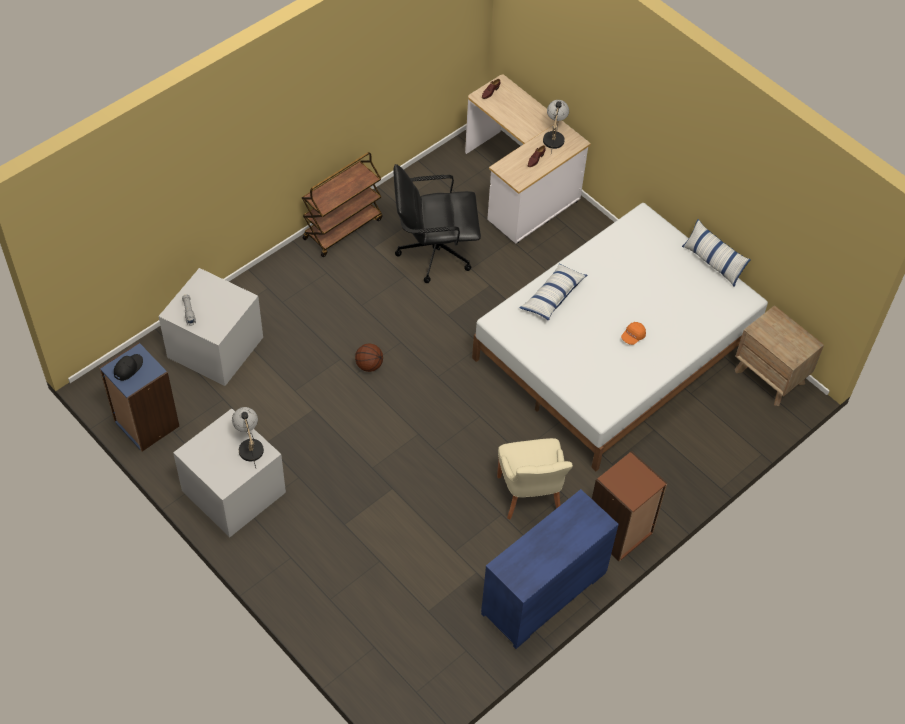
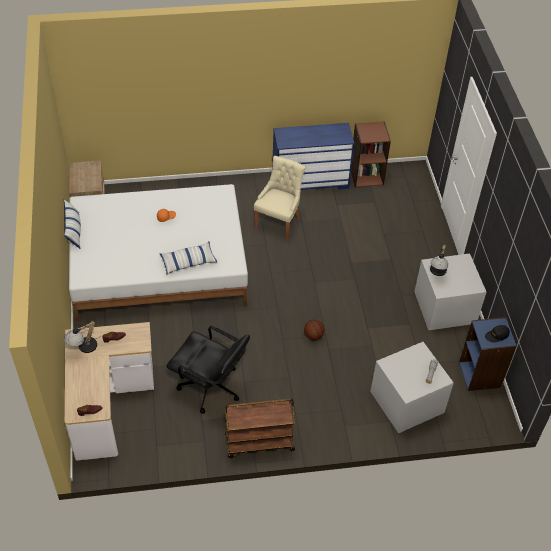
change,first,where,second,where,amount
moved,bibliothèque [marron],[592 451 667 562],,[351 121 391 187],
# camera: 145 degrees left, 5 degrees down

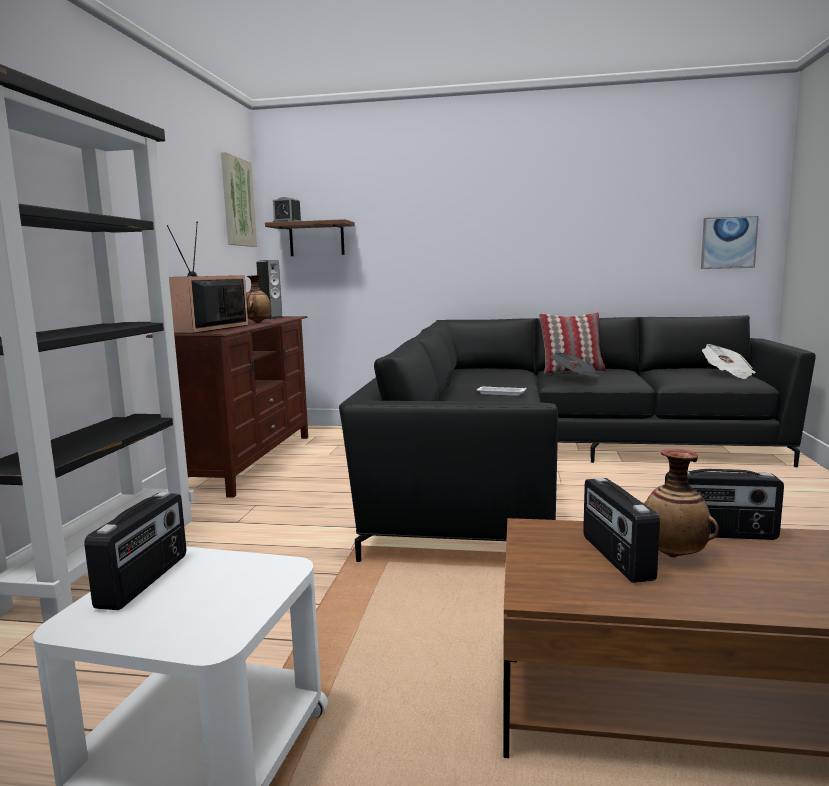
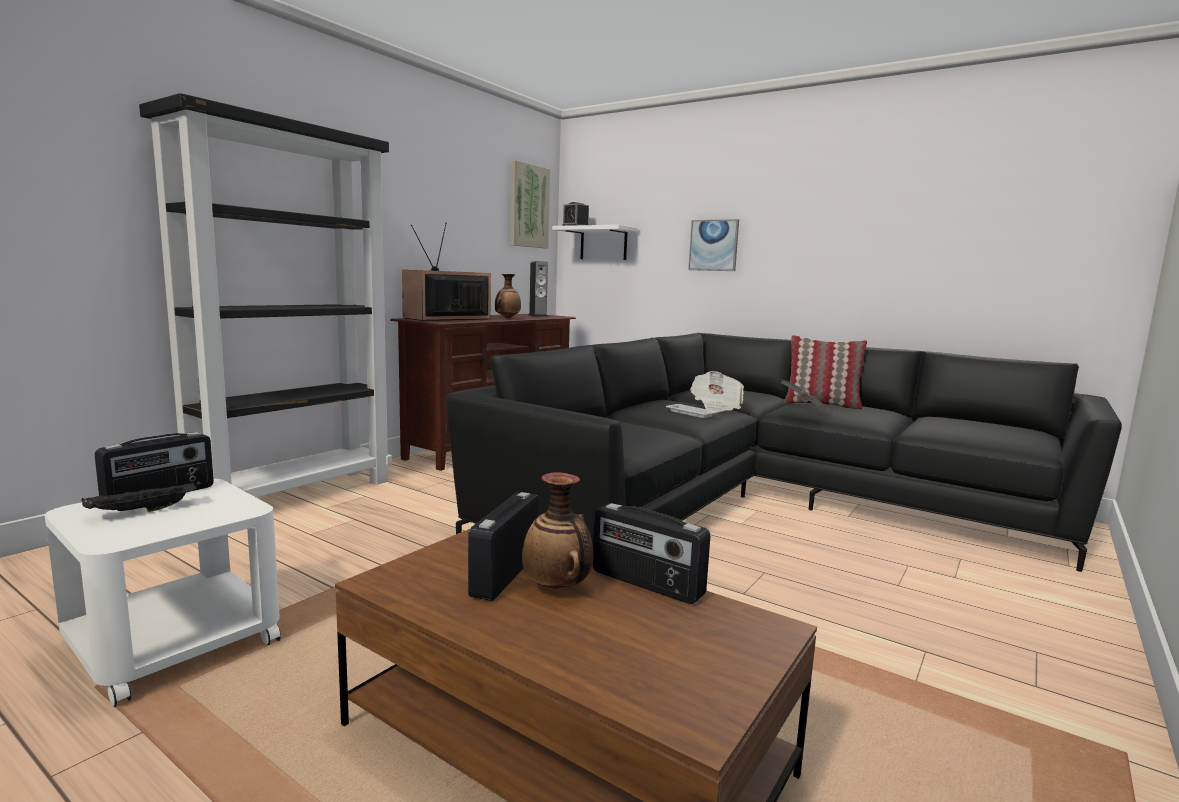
change,first,where,second,where,amount
added,,,plateau [noir],[81 481 197 512],
moved,tableau,[701 216 759 269],,[688 219 739 271],
moved,journal,[702 344 756 379],,[690 371 744 412],
recoloured,étagère [marron],[265 219 355 256],étagère [blanc],[552 225 638 260],
# camera: 25 degrees right, 0 degrees up

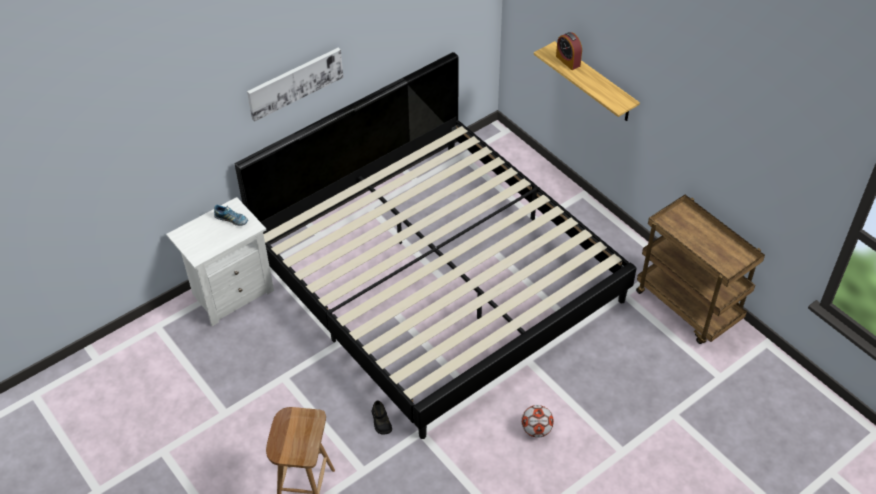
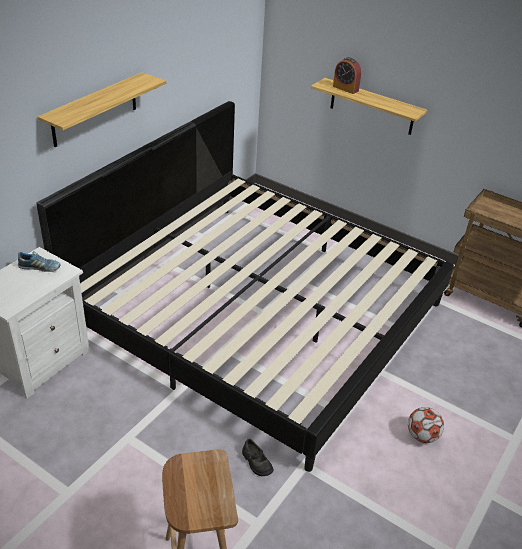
change,first,where,second,where,amount
replaced,tableau,[247 48 344 122],étagère,[37 72 166 147],
# camera: 20 degrees left, 10 degrees down

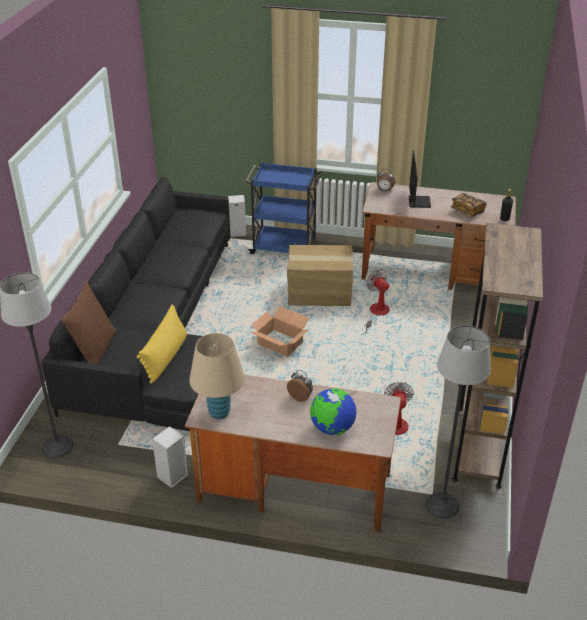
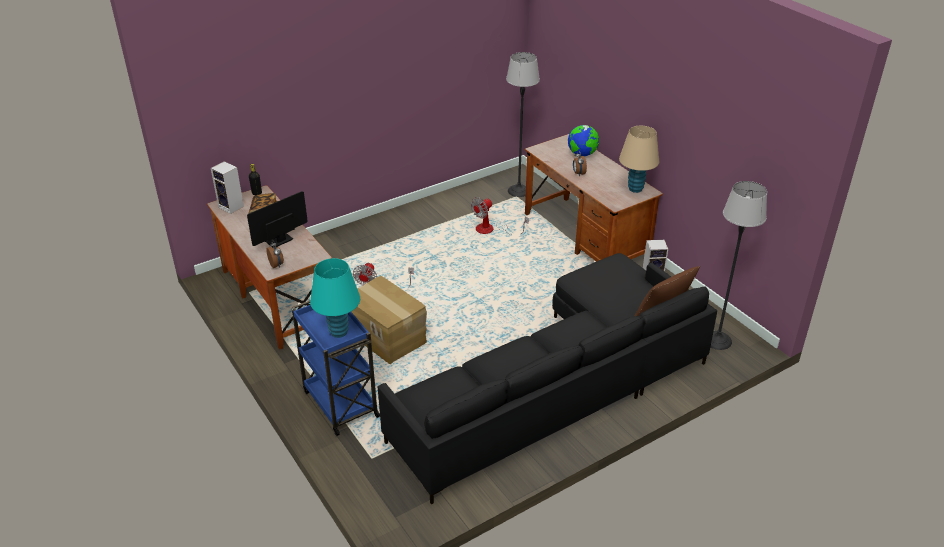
change,first,where,second,where,amount
removed,coussin [jaune],[137 305 187 384],,,
removed,carton,[250 306 309 357],,,
removed,bibliothèque [marron],[452 223 543 489],,,
added,,,lampe de table [turquoise],[310 258 360 338],
moved,enceinte,[228 195 246 237],,[211 161 244 214],
# camera: 135 degrees left, 0 degrees up

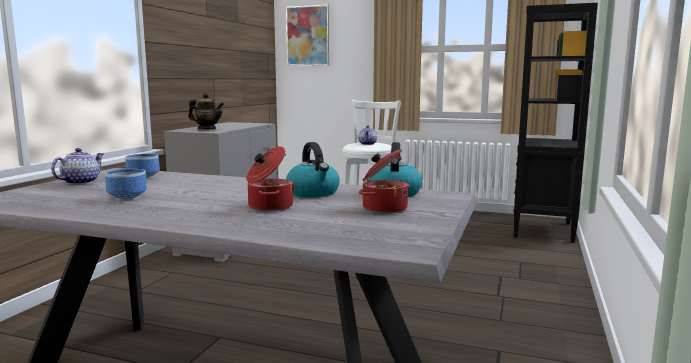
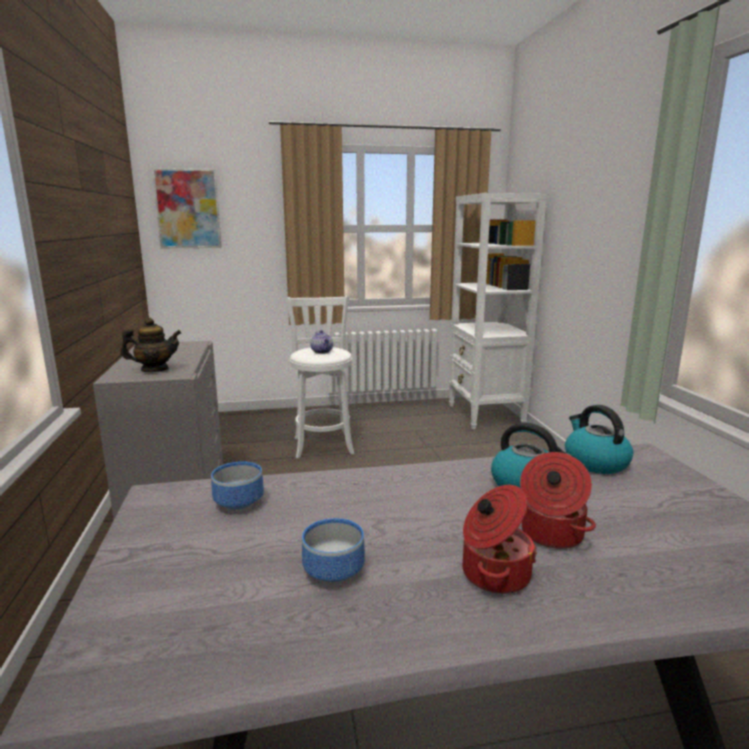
change,first,where,second,where,amount
removed,théière,[51 148 104 185],,,
moved,marmite,[359 149 410 214],,[463 485 537 594],
recoloured,bibliothèque [noir],[513 3 598 243],bibliothèque [blanc],[448 193 547 429],
# camera: 30 degrees left, 5 degrees up

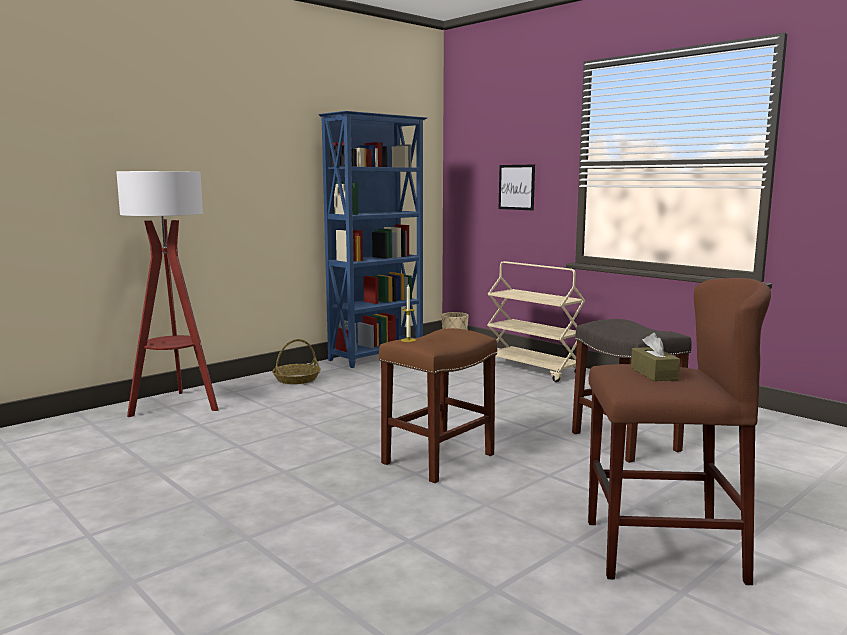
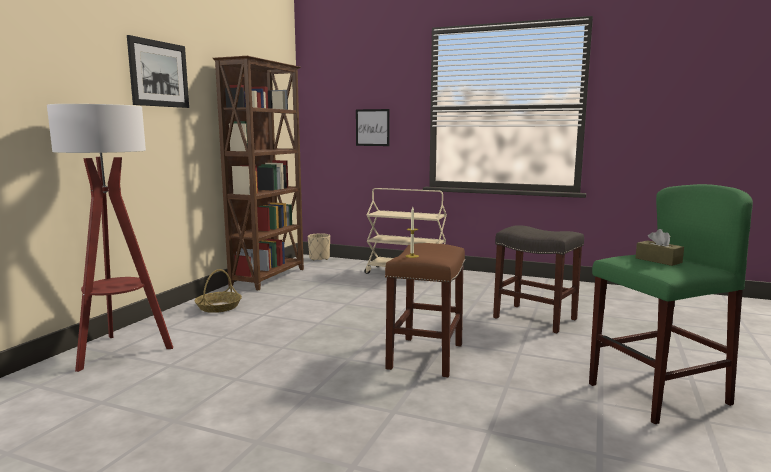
change,first,where,second,where,amount
added,,,tableau,[127 35 189 108],
recoloured,bibliothèque [bleu],[318 111 427 368],bibliothèque [marron],[213 56 304 291],
recoloured,tabouret [marron],[588 278 771 585],tabouret [vert],[589 184 753 424],
# camera: 25 degrees left, 0 degrees up

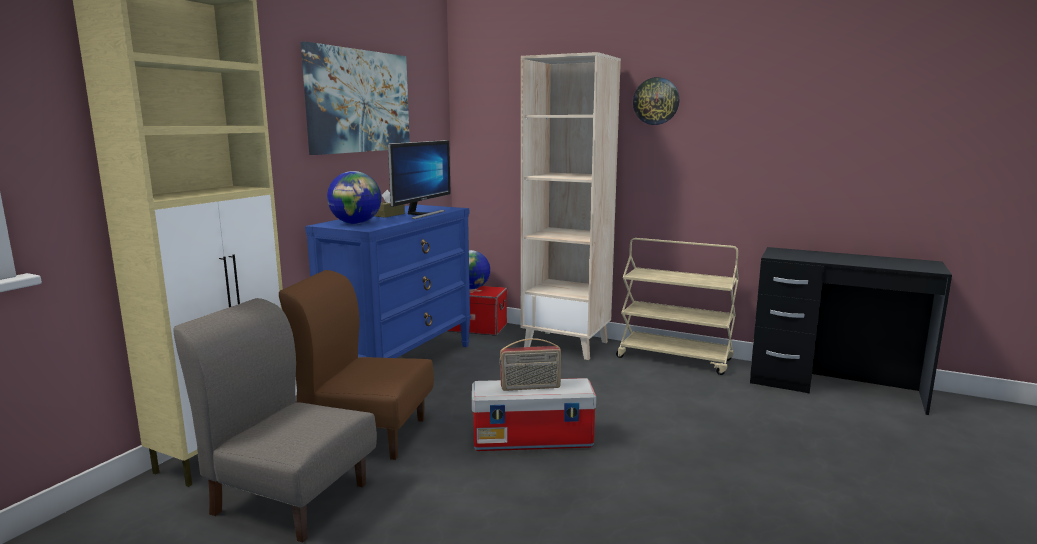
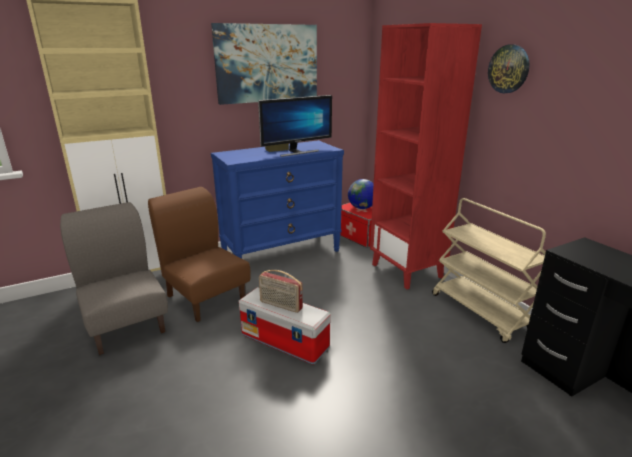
change,first,where,second,where,amount
removed,globe,[327 171 381 224],,,
recoloured,bibliothèque [beige],[521 52 621 360],bibliothèque [rouge],[370 23 482 289],
# camera: 35 degrees right, 10 degrees up

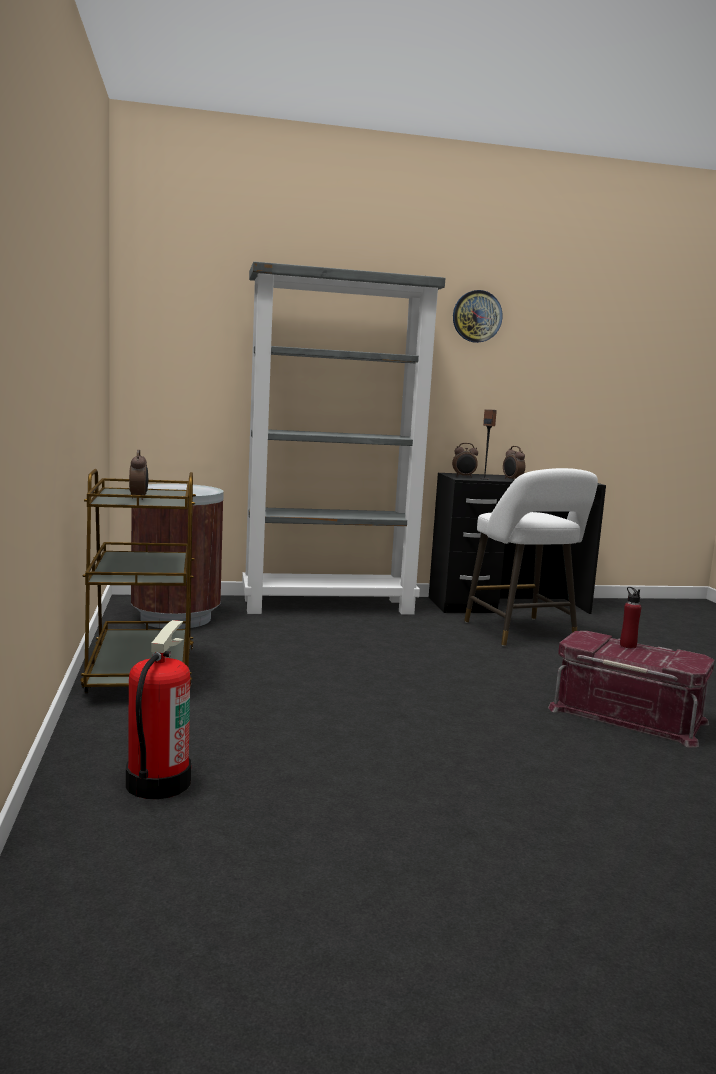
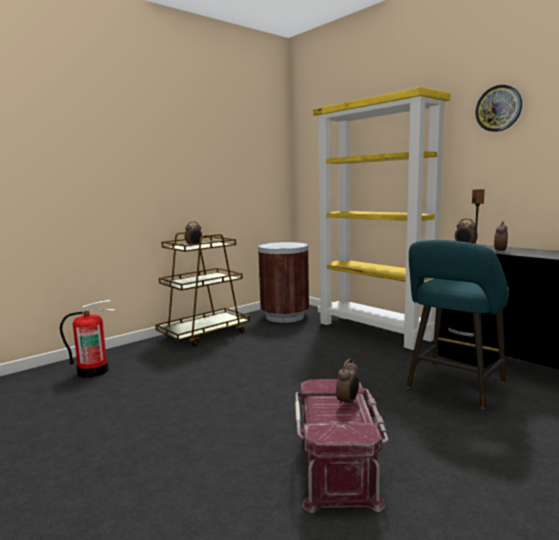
change,first,where,second,where,amount
replaced,bouteille [rouge],[620 587 642 648],réveil,[336 359 359 407],
recoloured,bibliothèque [gris],[242 261 445 615],bibliothèque [jaune],[313 87 450 350],
recoloured,tabouret [blanc],[464 468 598 646],tabouret [turquoise],[407 240 509 409],
# camera: 60 degrees right, 0 degrees up

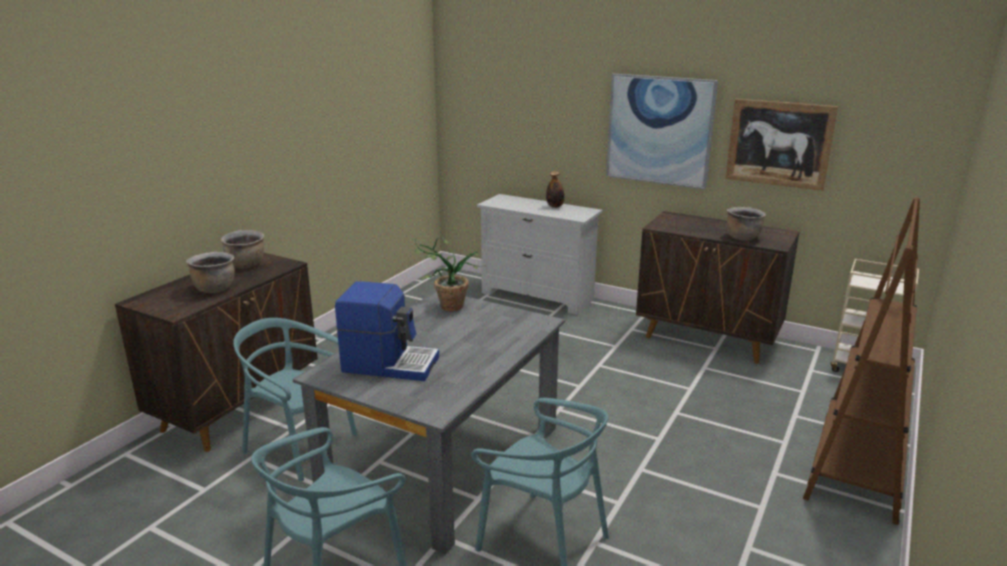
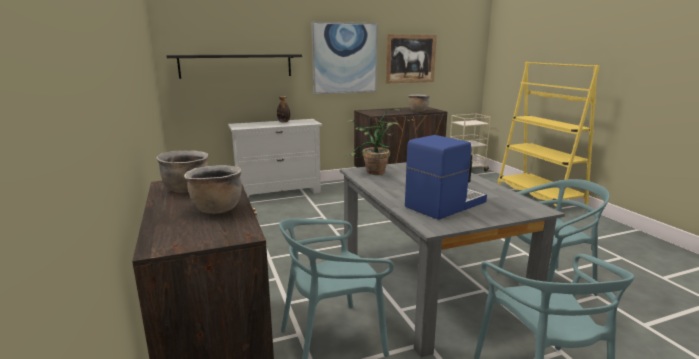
change,first,where,second,where,amount
added,,,étagère [noir],[167 54 302 79],
recoloured,bibliothèque [marron],[803 198 920 525],bibliothèque [jaune],[498 62 600 210],
# camera: 50 degrees left, 5 degrees down

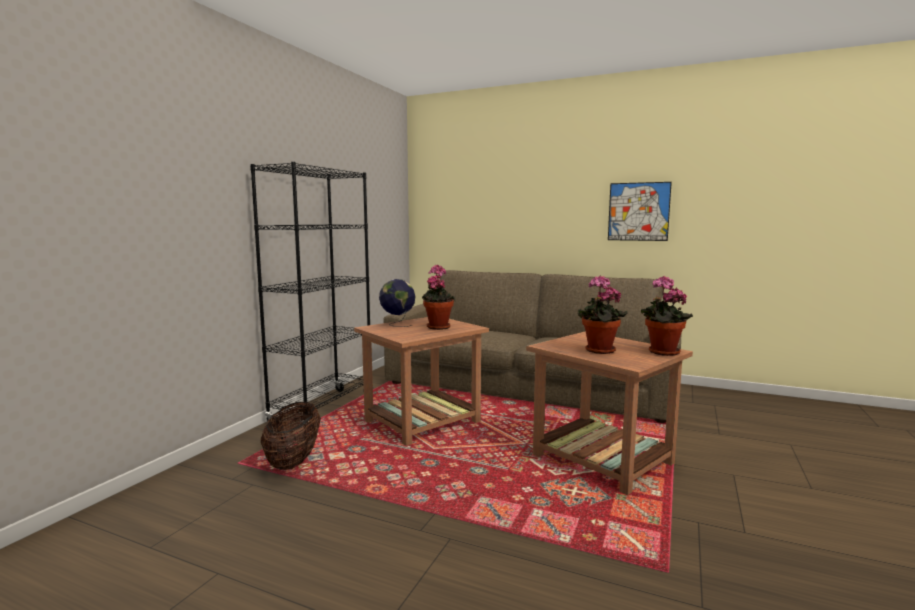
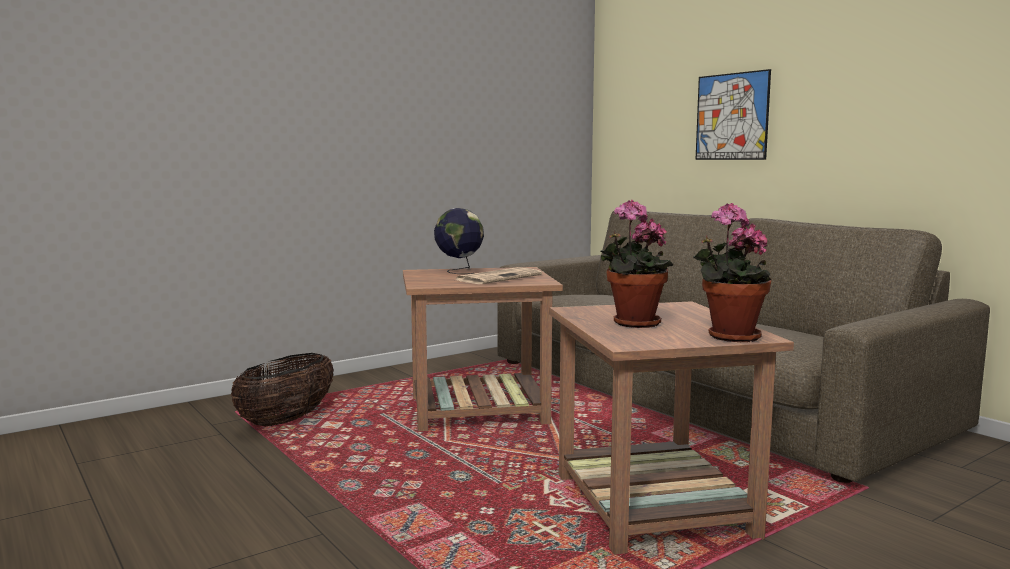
change,first,where,second,where,amount
removed,bibliothèque [noir],[250 162 370 427],,,
moved,tableau,[608 182 672 241],,[695 69 771 160],
replaced,plante en pot,[422 265 455 330],journal,[456 267 542 284],
# camera: 30 degrees right, 0 degrees up

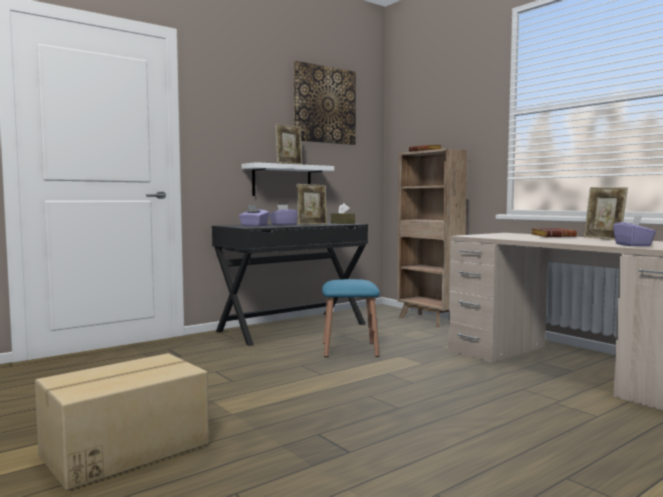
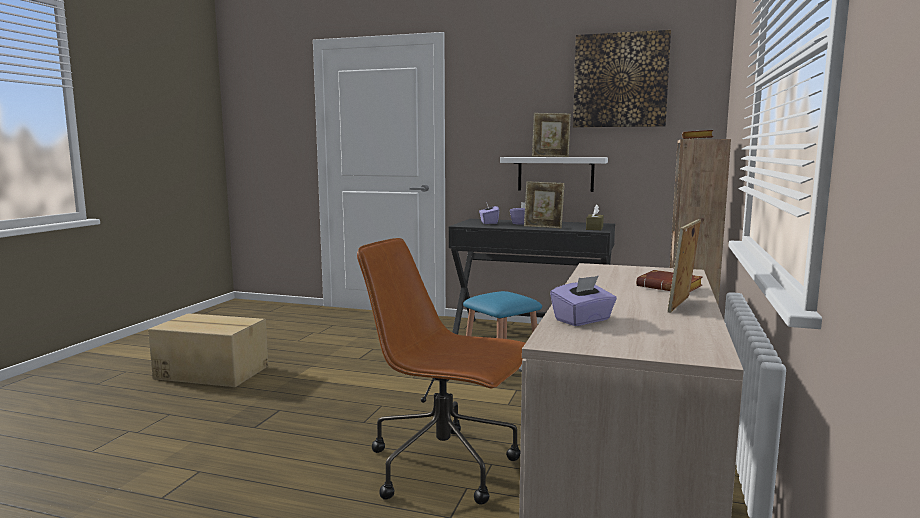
change,first,where,second,where,amount
added,,,chaise de bureau [marron],[357 238 525 505],
# camera: 55 degrees right, 5 degrees up

